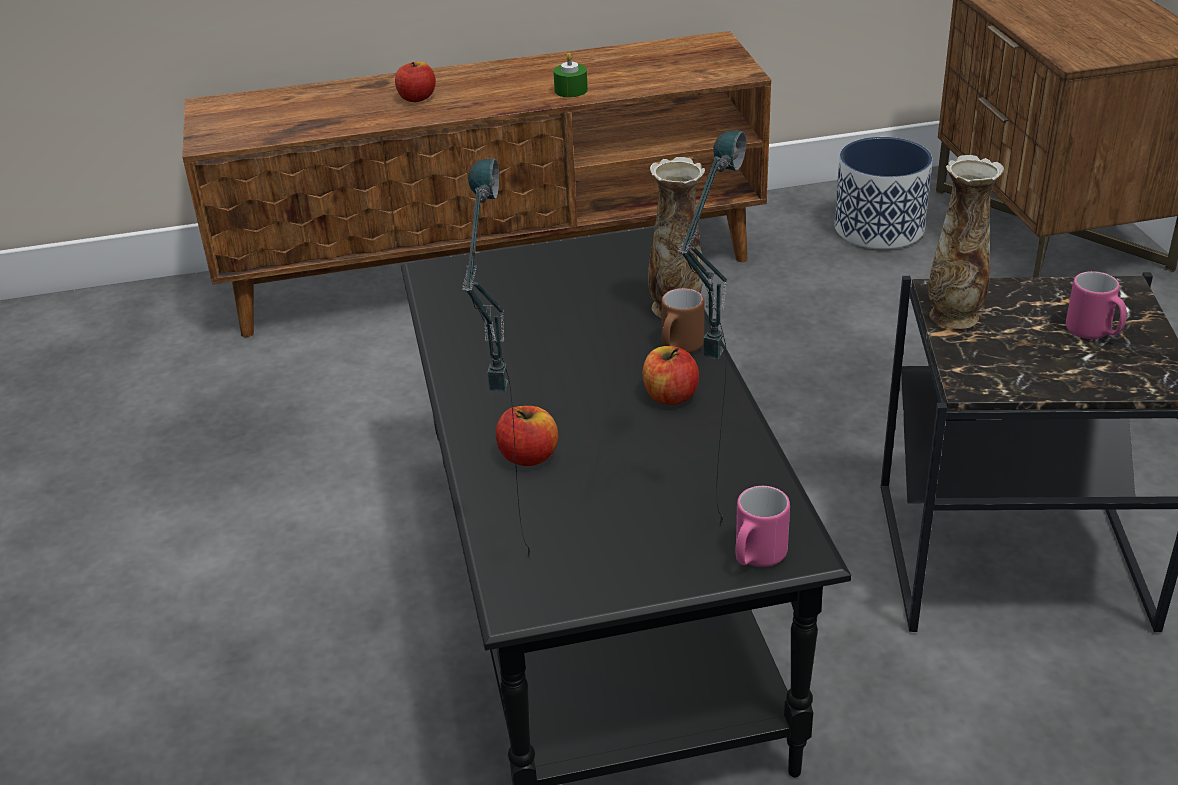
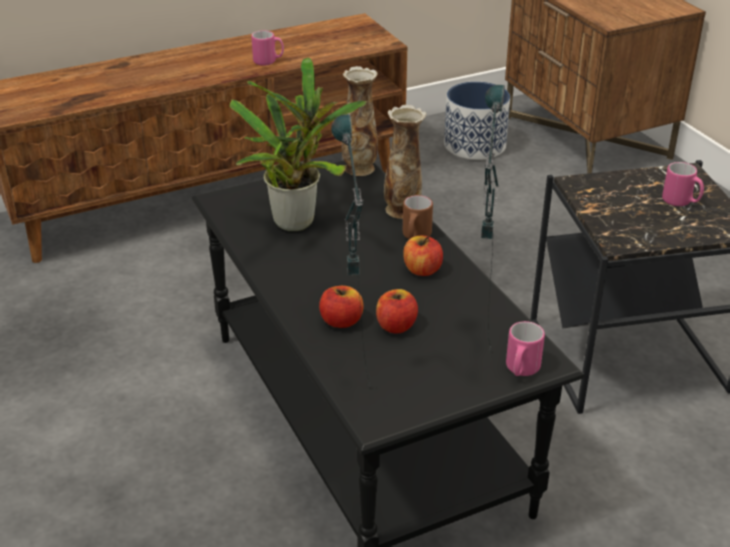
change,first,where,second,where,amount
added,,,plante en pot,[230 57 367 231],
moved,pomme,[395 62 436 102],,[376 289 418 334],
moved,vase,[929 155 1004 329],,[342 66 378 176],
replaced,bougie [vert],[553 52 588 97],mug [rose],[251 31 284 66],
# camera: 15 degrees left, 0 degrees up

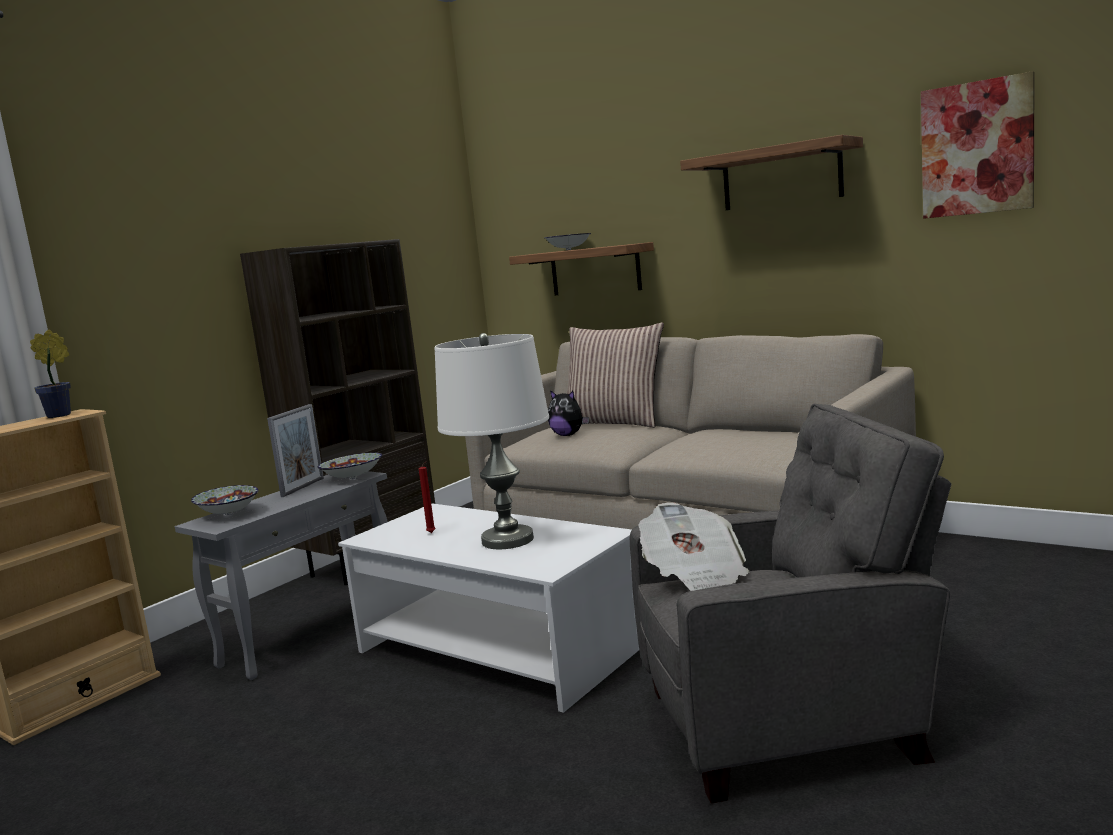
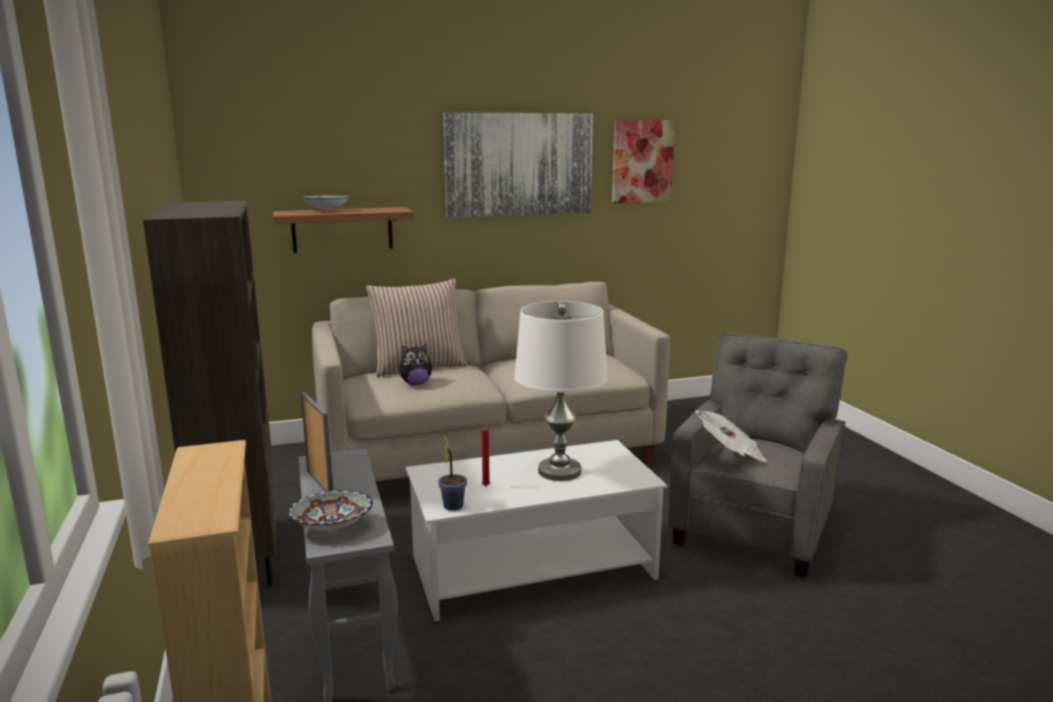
change,first,where,second,where,amount
removed,bol,[318 452 382 479],,,
moved,plante en pot,[30 330 71 418],,[438 435 467 511],
replaced,étagère,[680 135 863 210],tableau,[443 112 593 218],
# camera: 55 degrees left, 5 degrees up

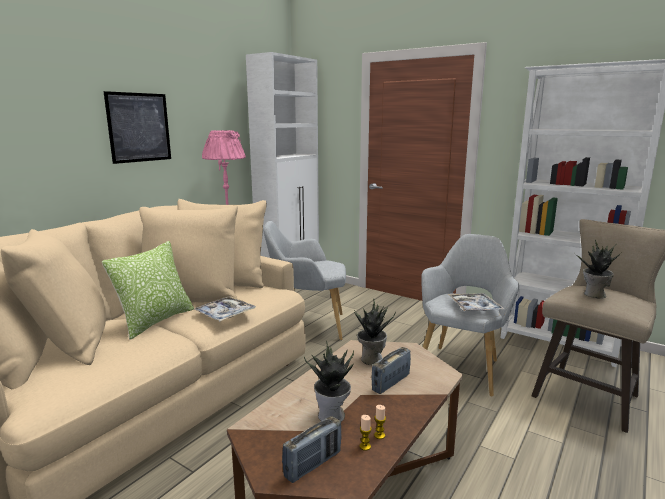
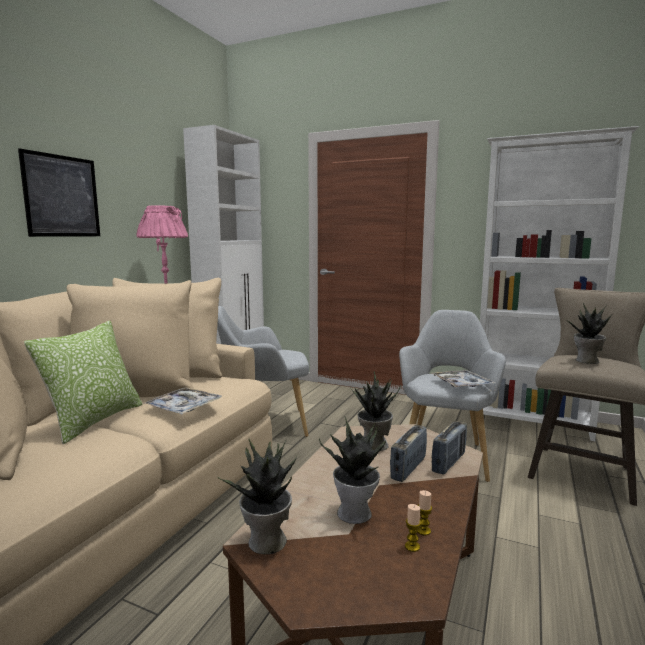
change,first,where,second,where,amount
added,,,plante en pot,[217 439 297 554],
moved,radio,[282 416 341 483],,[432 421 467 475],
# camera: 10 degrees left, 5 degrees down

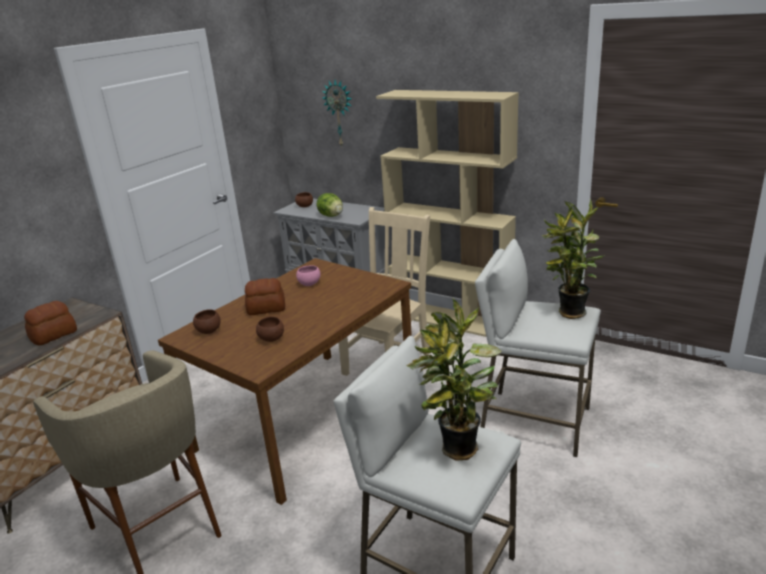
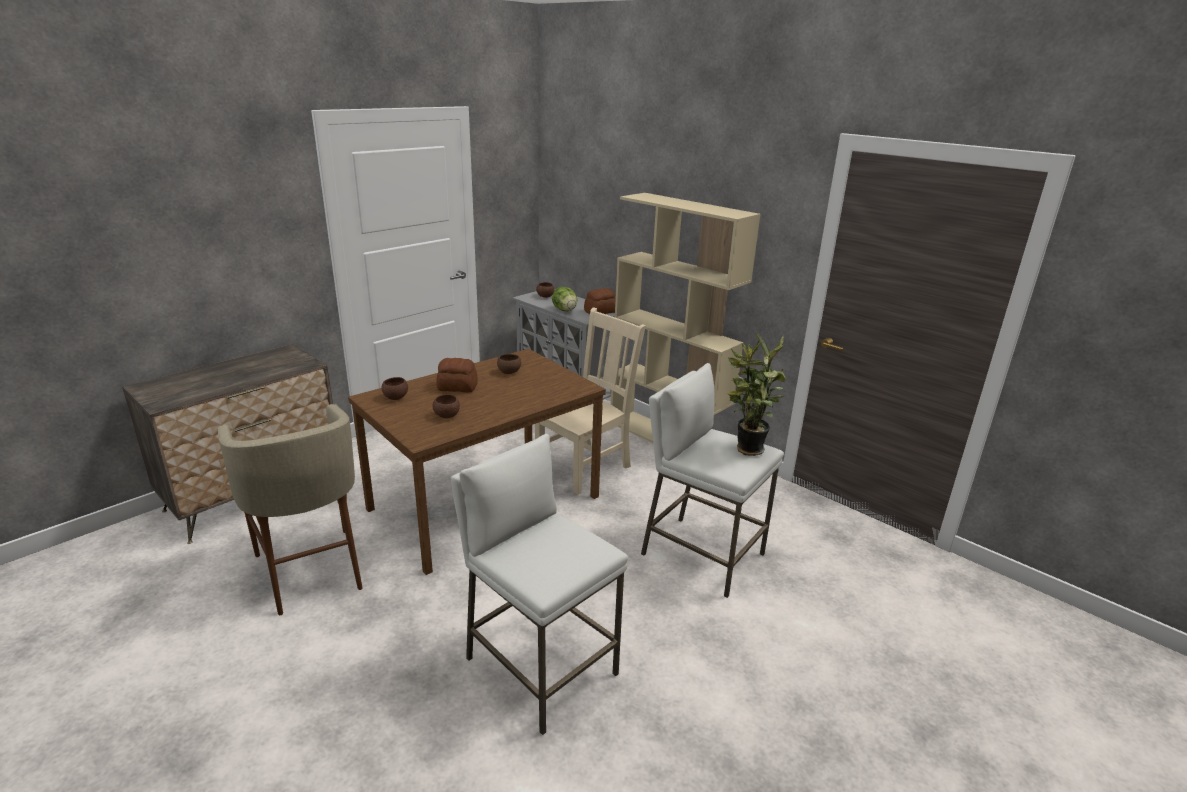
change,first,where,second,where,amount
removed,horloge murale,[322 80 351 147],,,
removed,plante en pot,[406 298 501 461],,,
moved,pain,[24 301 77 345],,[584 288 615 314],
recoloured,bol [rose],[296 265 321 286],bol [marron],[497 354 521 374],
# camera: 10 degrees right, 0 degrees up

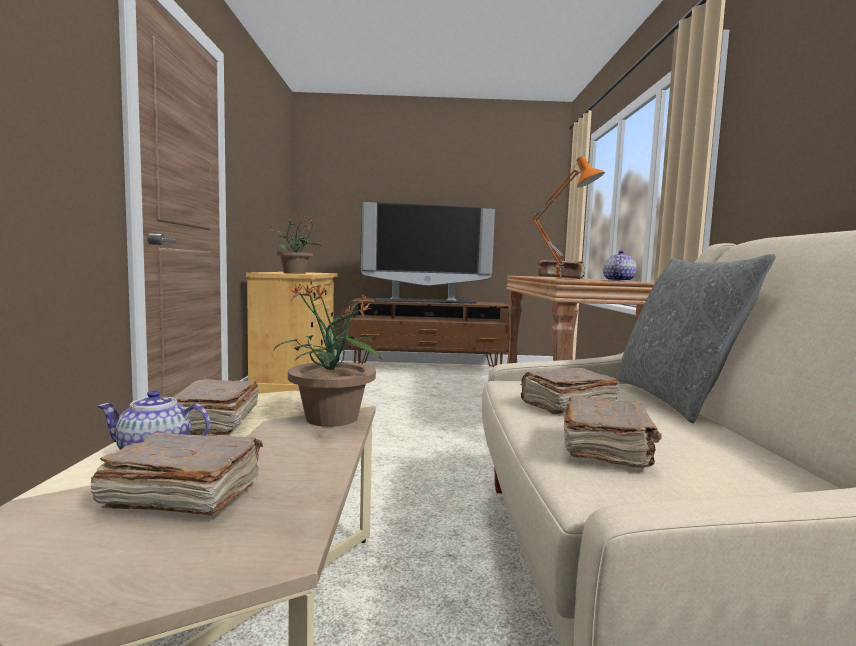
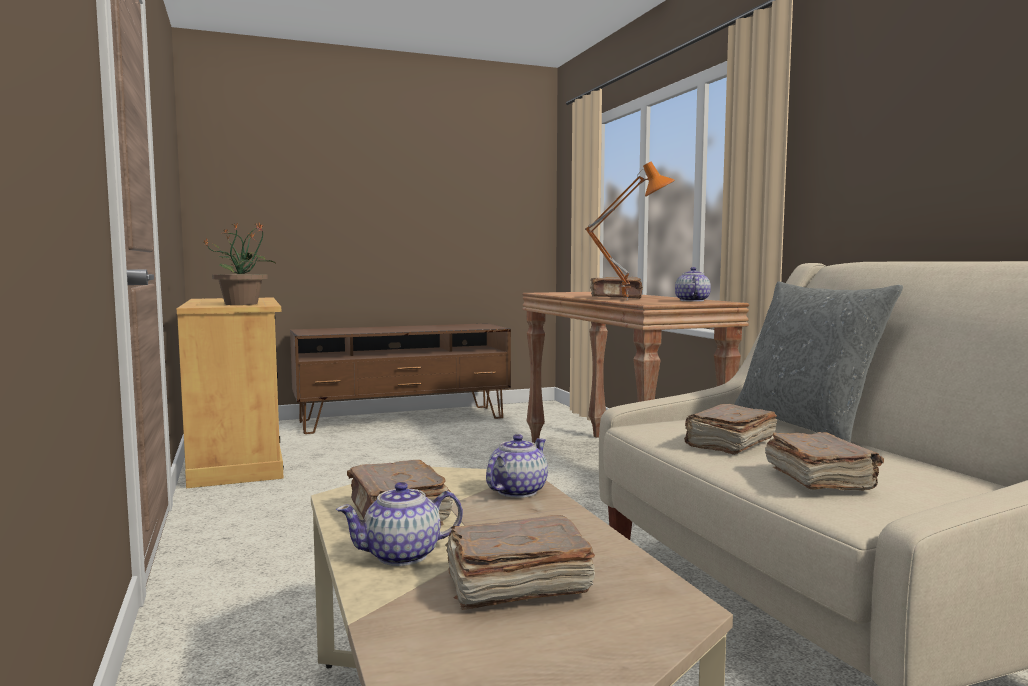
change,first,where,second,where,amount
removed,téléviseur,[360 201 495 303],,,
replaced,plante en pot,[274 283 381 427],théière,[486 434 548 498],
# camera: 20 degrees left, 0 degrees up

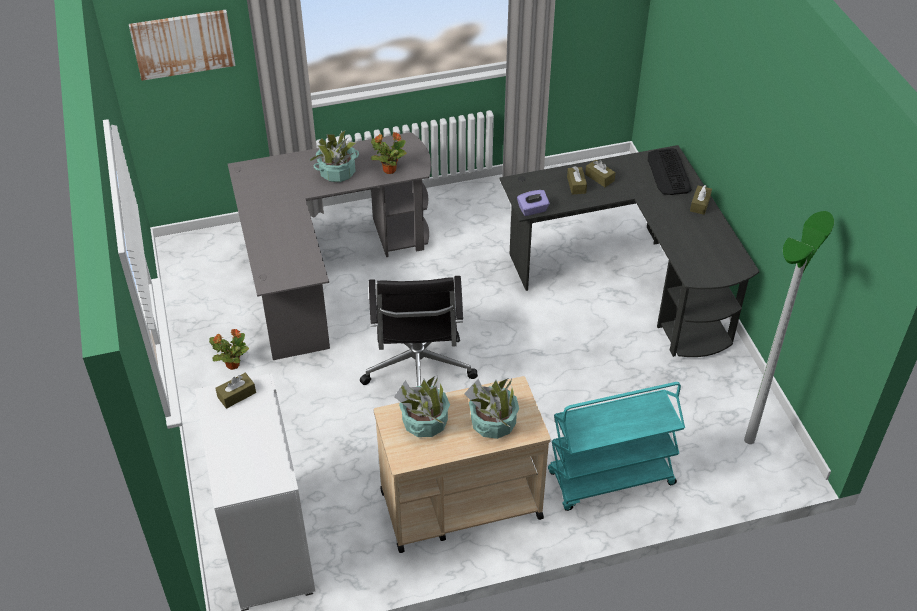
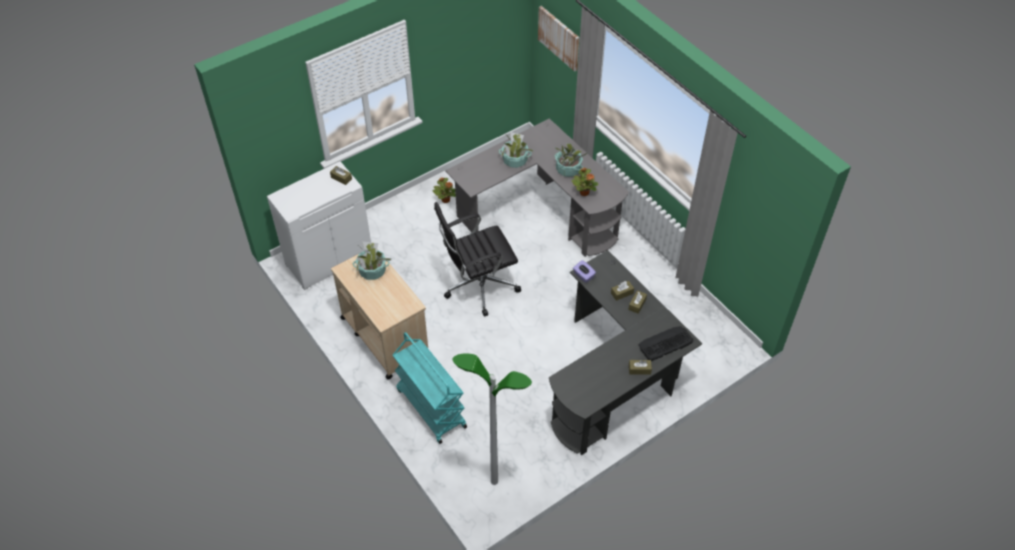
change,first,where,second,where,amount
moved,plante en pot,[464 378 519 439],,[499 132 534 168],
# camera: 70 degrees right, 5 degrees up

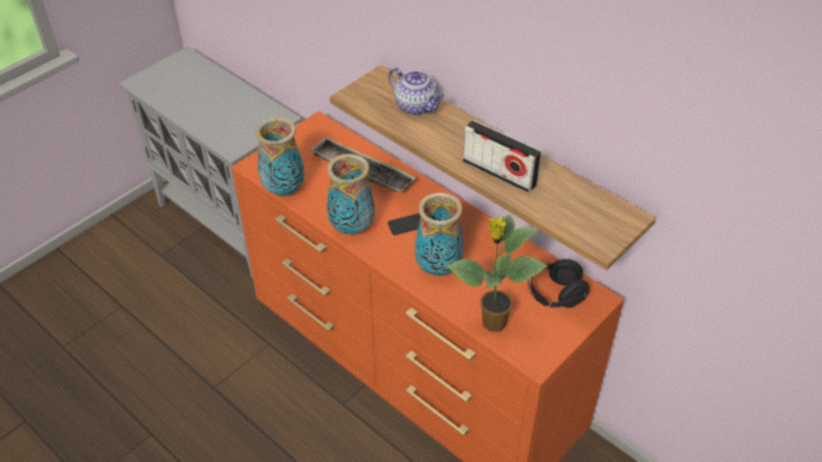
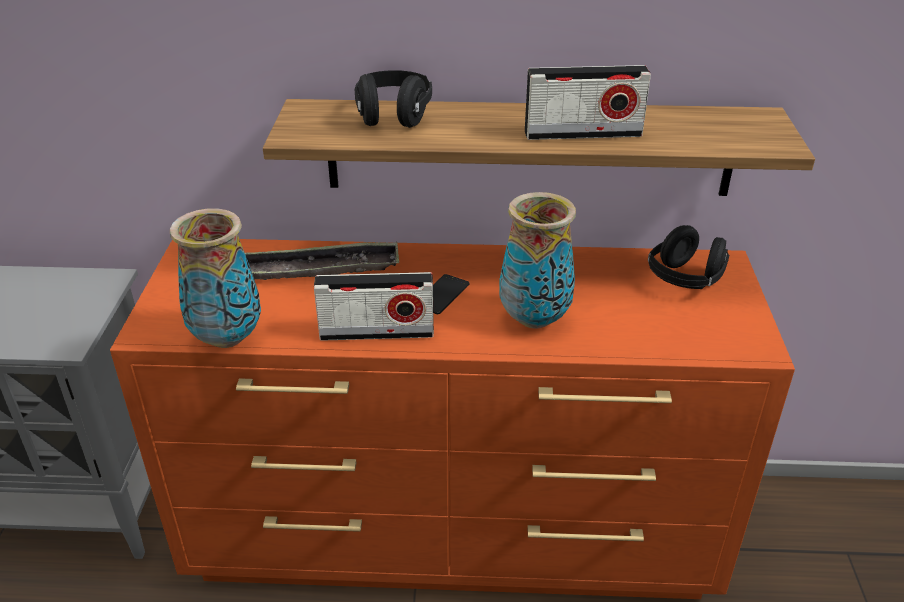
change,first,where,second,where,amount
removed,plante en pot,[446 214 548 332],,,
replaced,vase,[327 154 374 235],radio,[314 272 434 341],
replaced,théière,[388 68 444 115],casque audio [noir],[355 70 432 128],
# camera: 40 degrees left, 10 degrees down

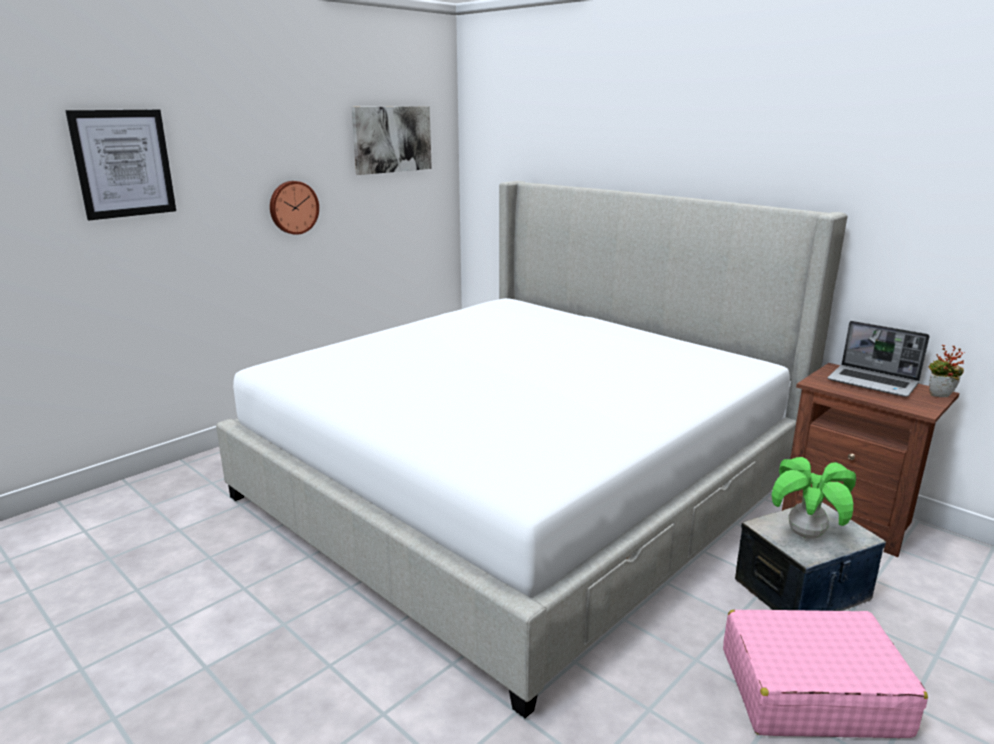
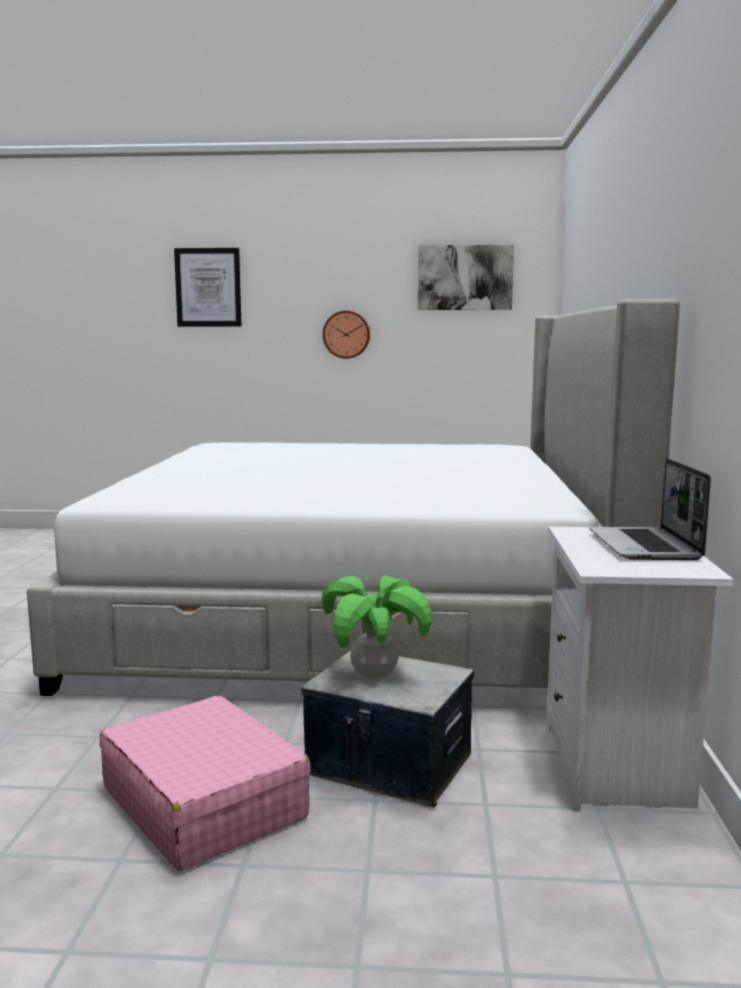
change,first,where,second,where,amount
removed,plante en pot,[929 345 965 397],,,
recoloured,table de chevet [marron],[782 363 960 557],table de chevet [blanc],[547 527 734 812],
# camera: 50 degrees right, 10 degrees down

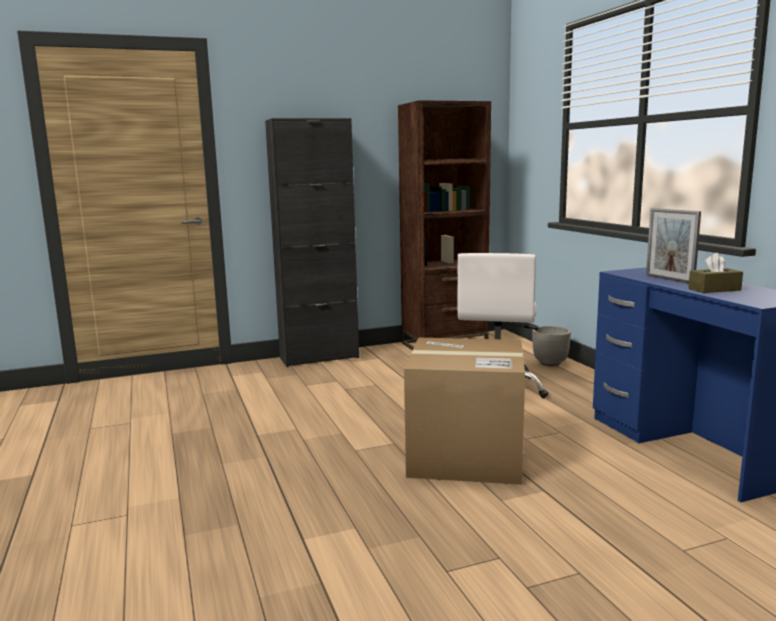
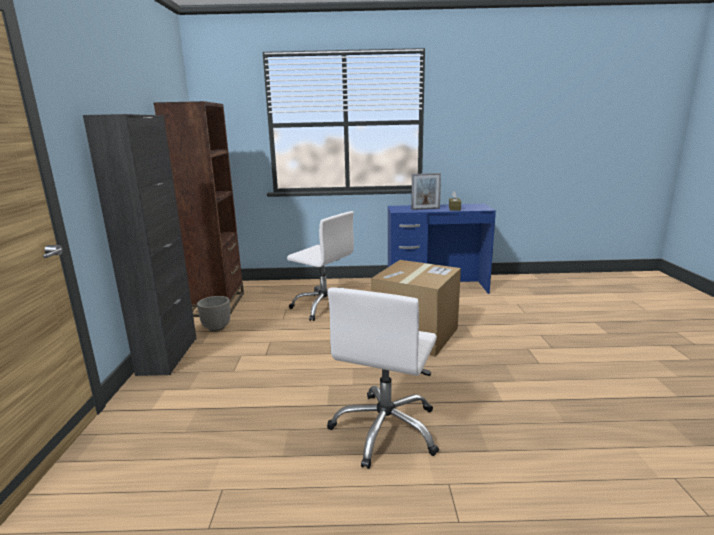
change,first,where,second,where,amount
added,,,chaise de bureau [blanc],[327 288 439 469],
moved,cache-pot,[532 326 571 367],,[197 296 230 331],
# camera: 70 degrees left, 5 degrees up

